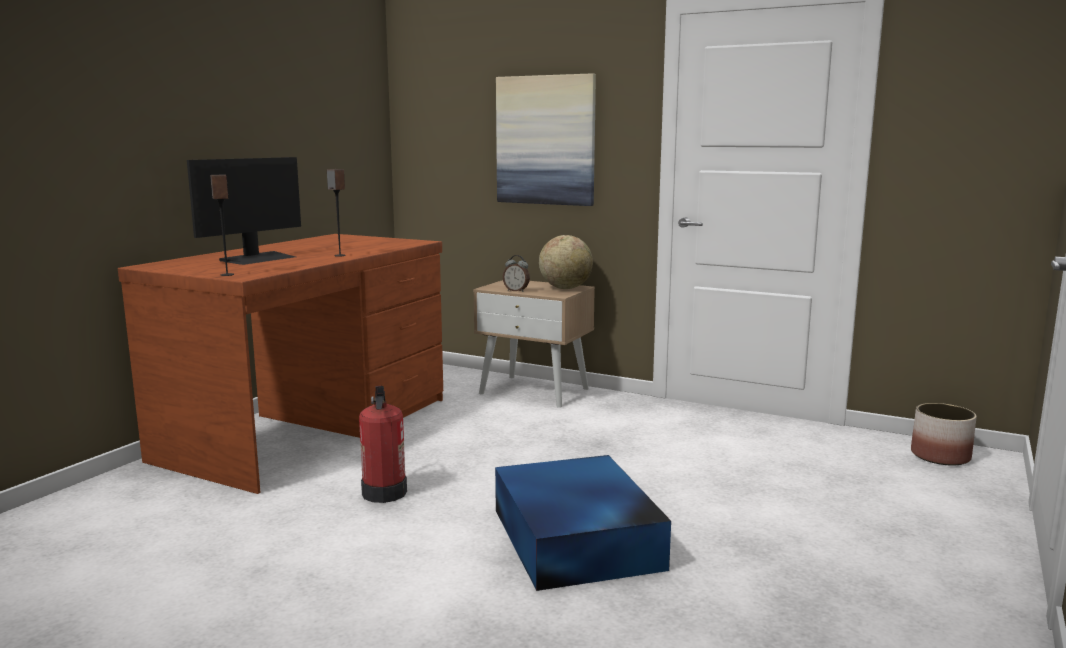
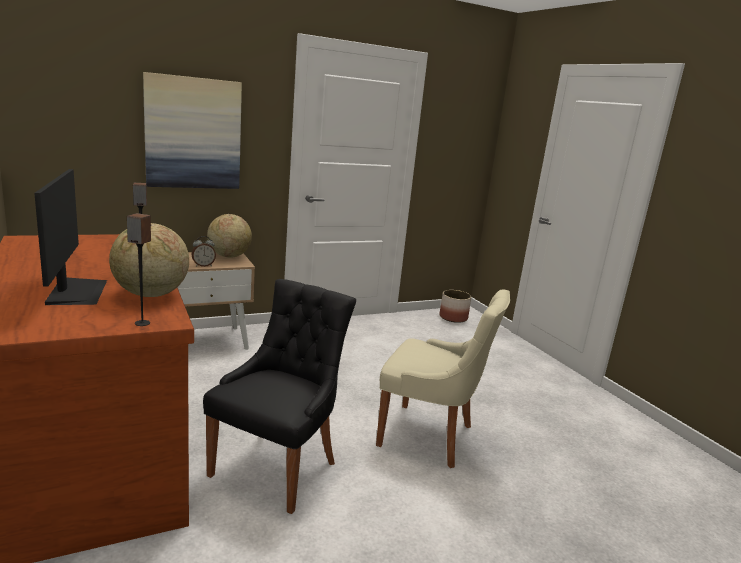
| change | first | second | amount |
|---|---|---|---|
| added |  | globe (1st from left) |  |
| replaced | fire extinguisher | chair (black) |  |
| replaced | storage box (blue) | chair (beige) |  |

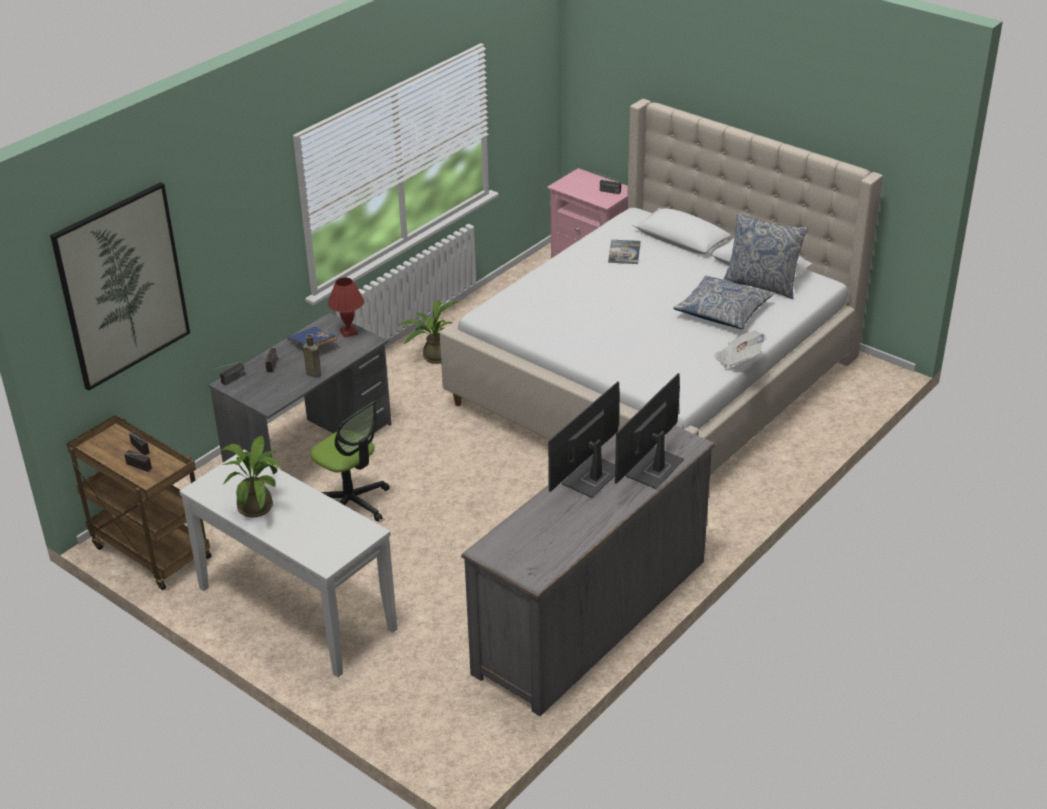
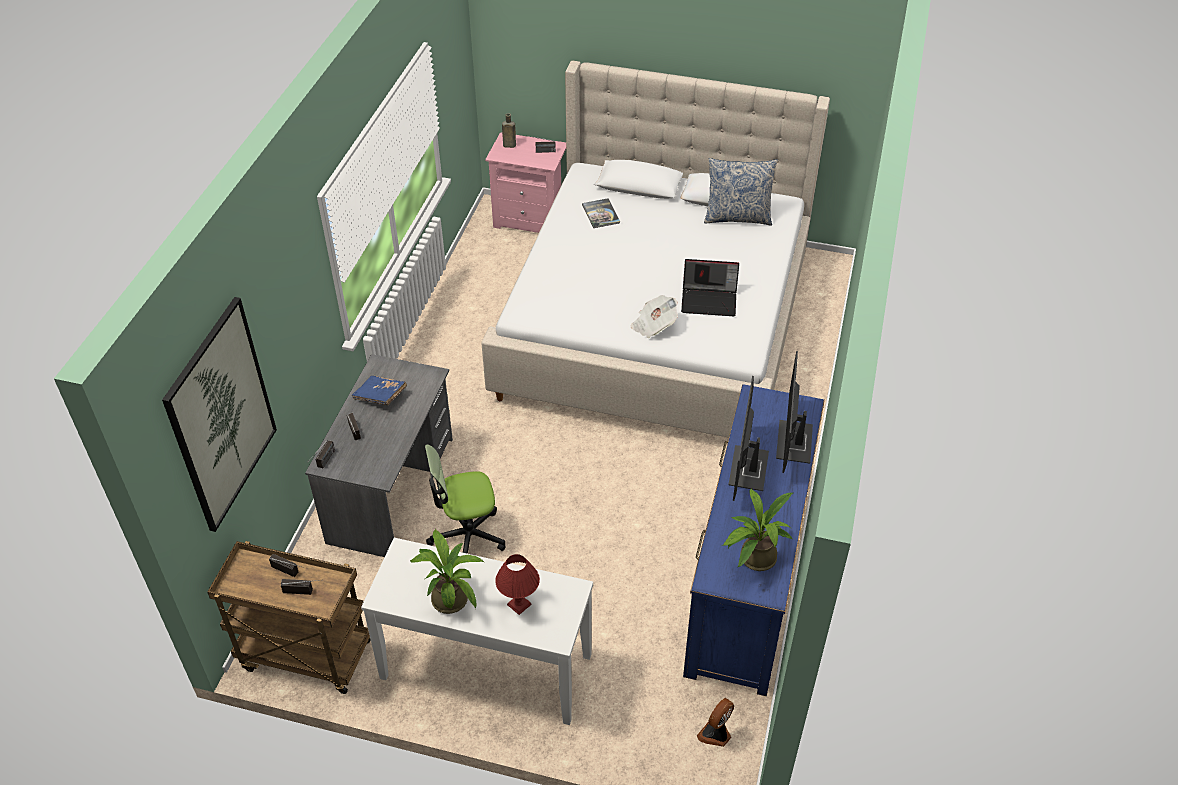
| change | first | second | amount |
|---|---|---|---|
| removed | pillow (1st from left) |  |  |
| added |  | laptop |  |
| added |  | fan |  |
| moved | bottle (brown) |  |  |
| moved | table lamp (red) |  |  |
| moved | potted plant (2nd from left) |  |  |
| moved | newspaper |  |  |
| recoloured | dresser (grey) | dresser (blue) |  |
| turned | office chair |  | 150 degrees clockwise |

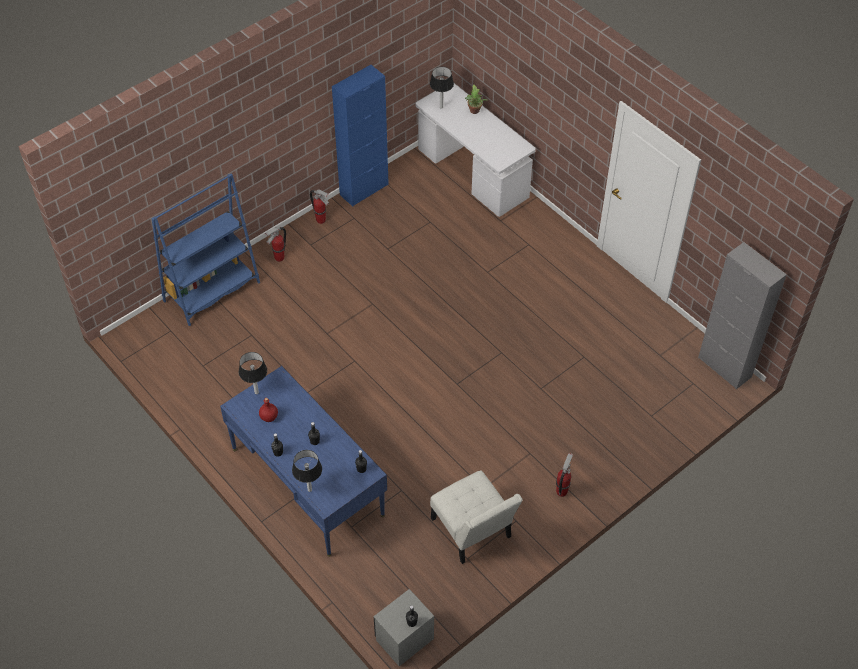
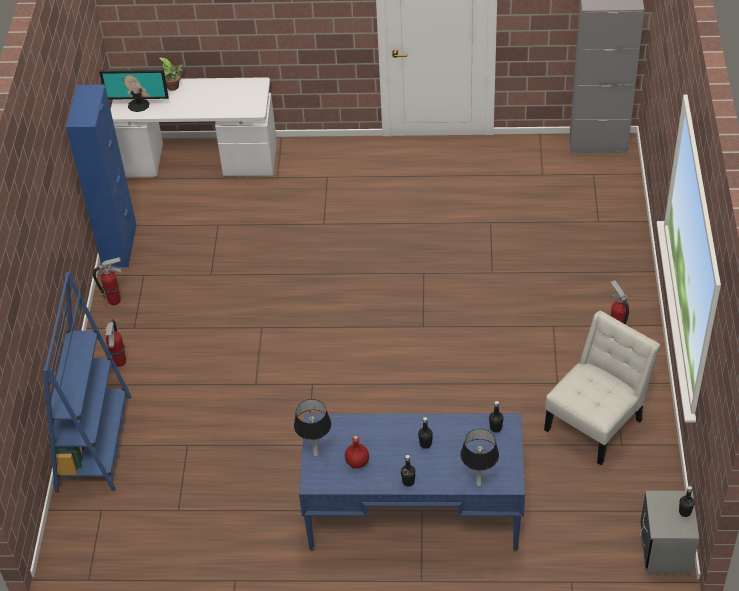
| change | first | second | amount |
|---|---|---|---|
| replaced | table lamp (3rd from left) | monitor |  |
| turned | chair (white) |  | 60 degrees counterclockwise |

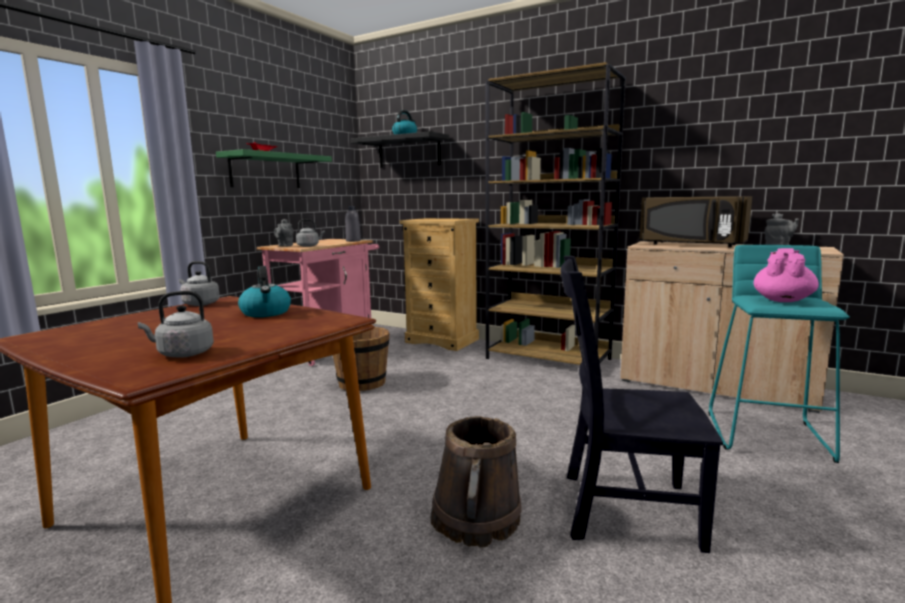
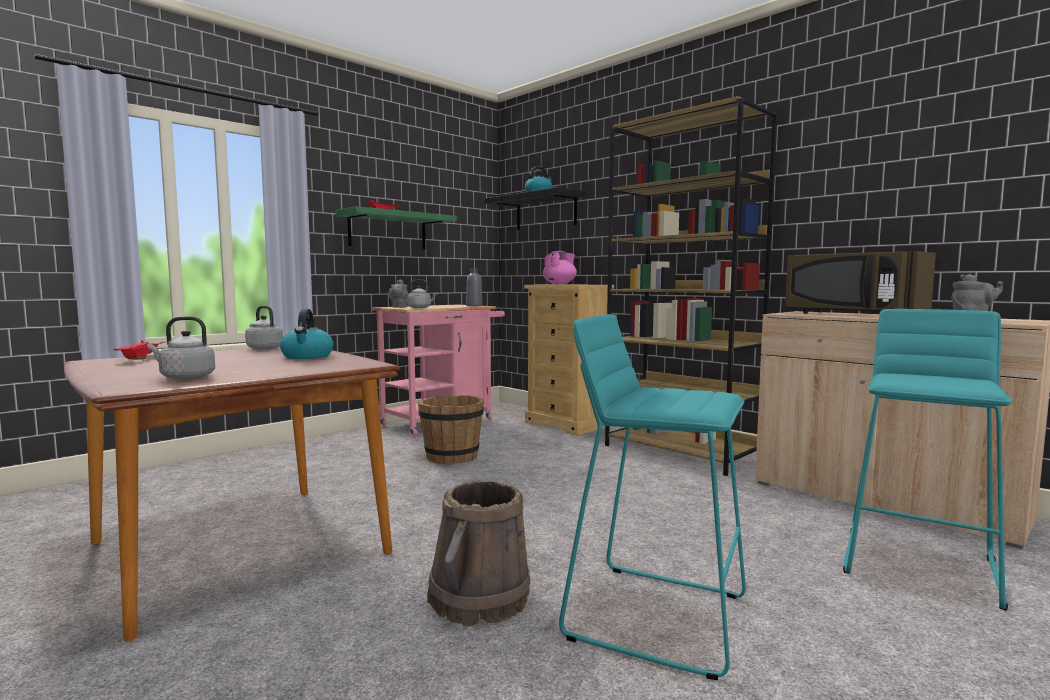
| change | first | second | amount |
|---|---|---|---|
| added |  | tray (red) (1st from left) |  |
| moved | teapot (pink) |  |  |
| replaced | chair (black) | stool (turquoise) (1st from left) |  |

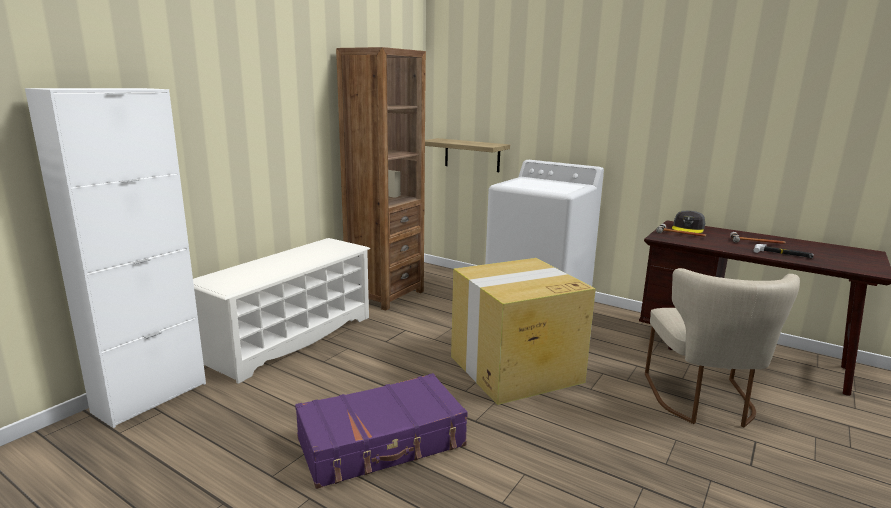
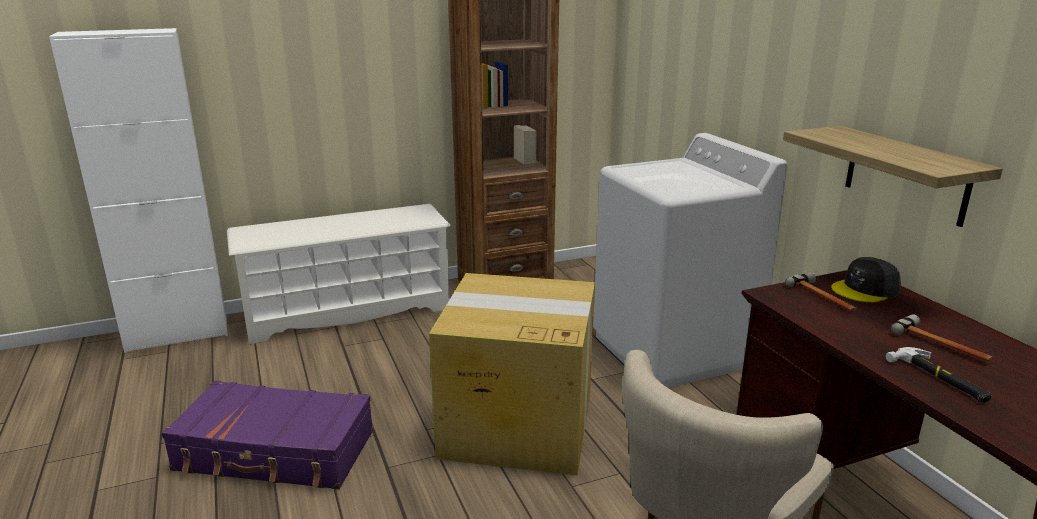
| change | first | second | amount |
|---|---|---|---|
| moved | shelf |  |  |

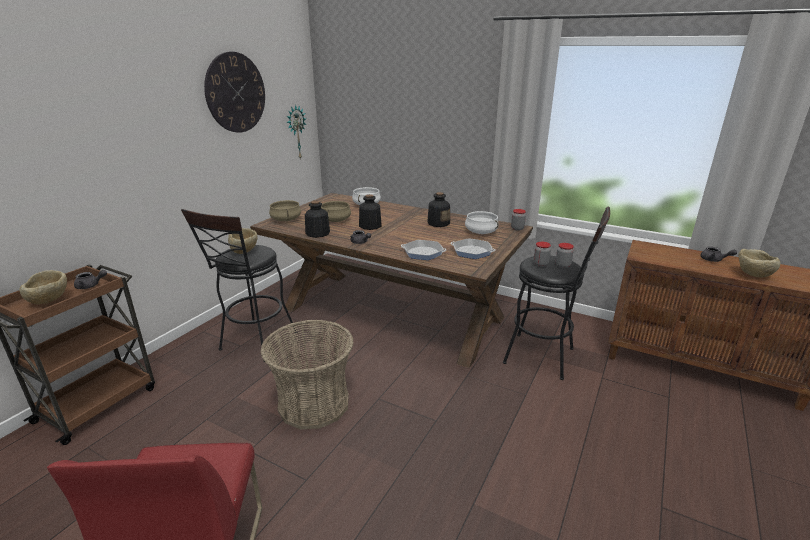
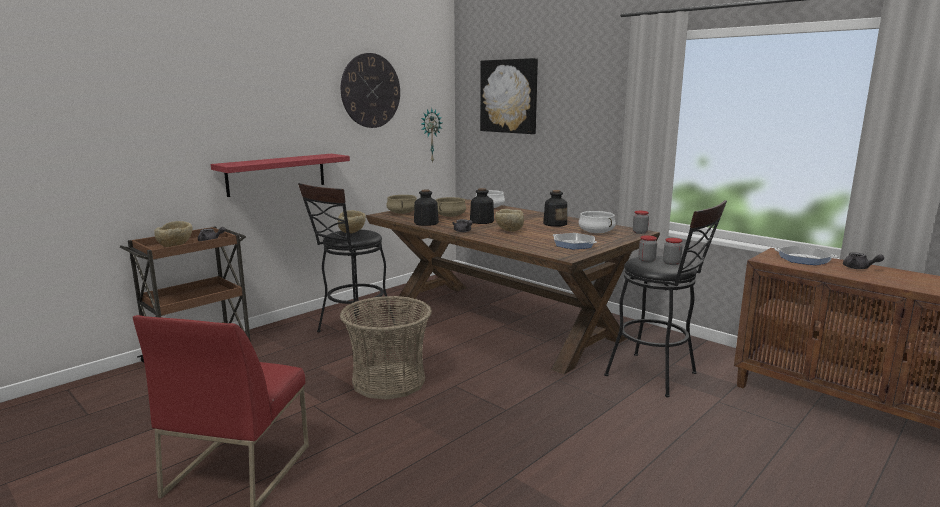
| change | first | second | amount |
|---|---|---|---|
| added |  | shelf (red) |  |
| added |  | picture |  |
| moved | frying pan (1st from left in the first image) | frying pan (2nd from left) |  |
| moved | bowl (beige) (3rd from left) |  |  |

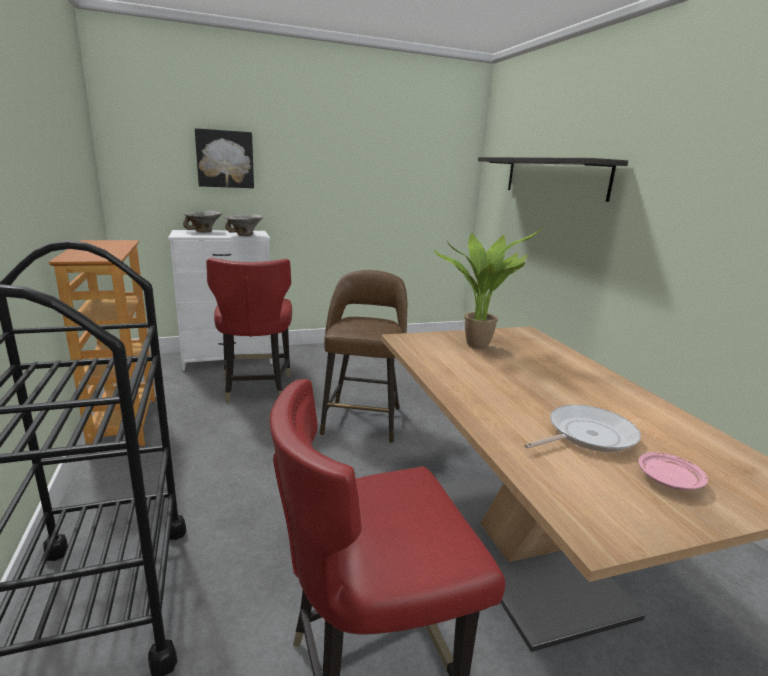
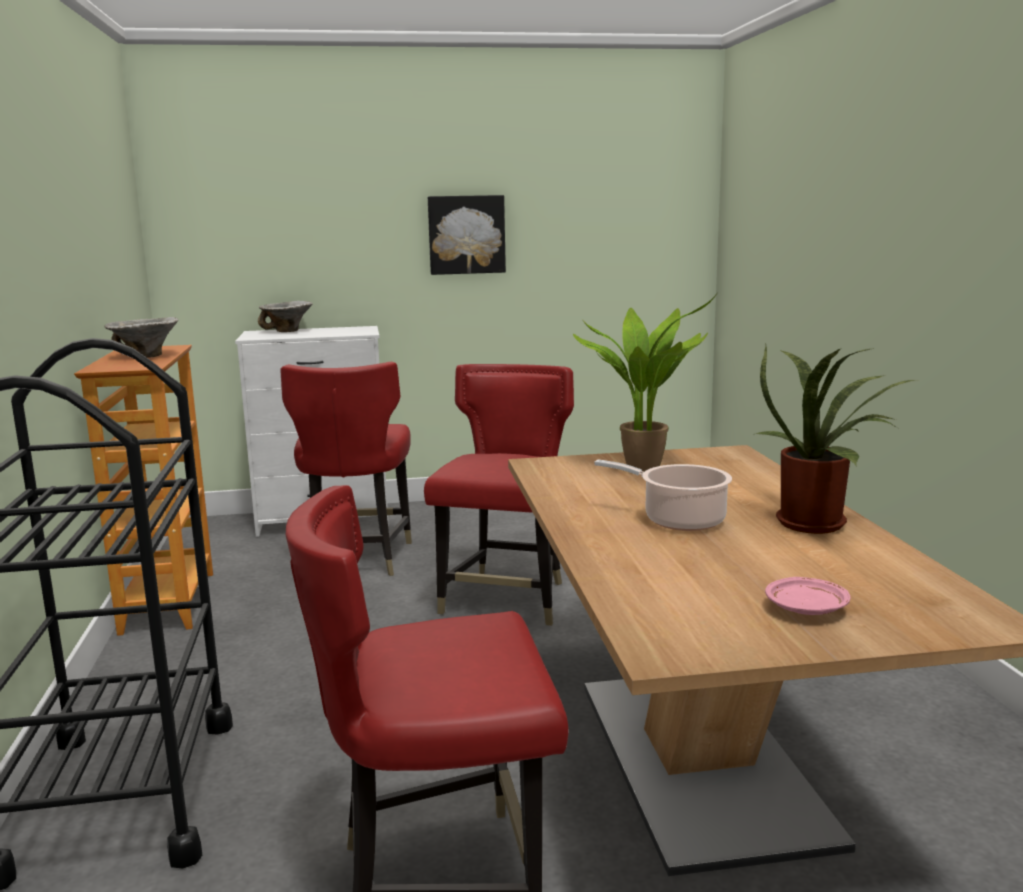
| change | first | second | amount |
|---|---|---|---|
| removed | shelf |  |  |
| removed | frying pan |  |  |
| added |  | cooking pot |  |
| added |  | potted plant (2nd from left) |  |
| moved | picture |  |  |
| moved | bowl (2nd from left in the first image) | bowl (1st from left) |  |
| replaced | stool (brown) | chair (red) (3rd from left) |  |

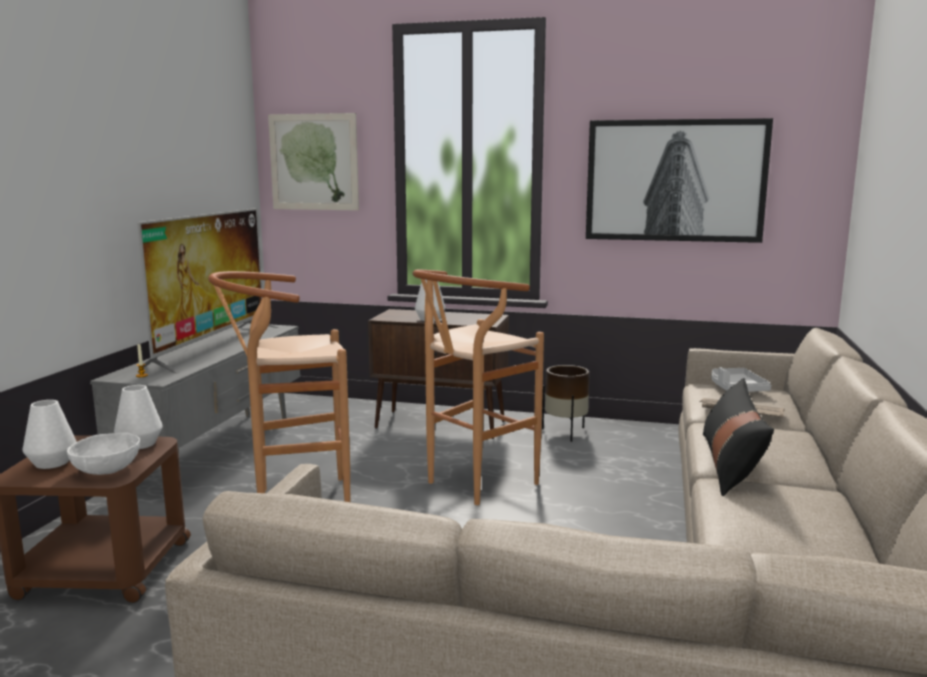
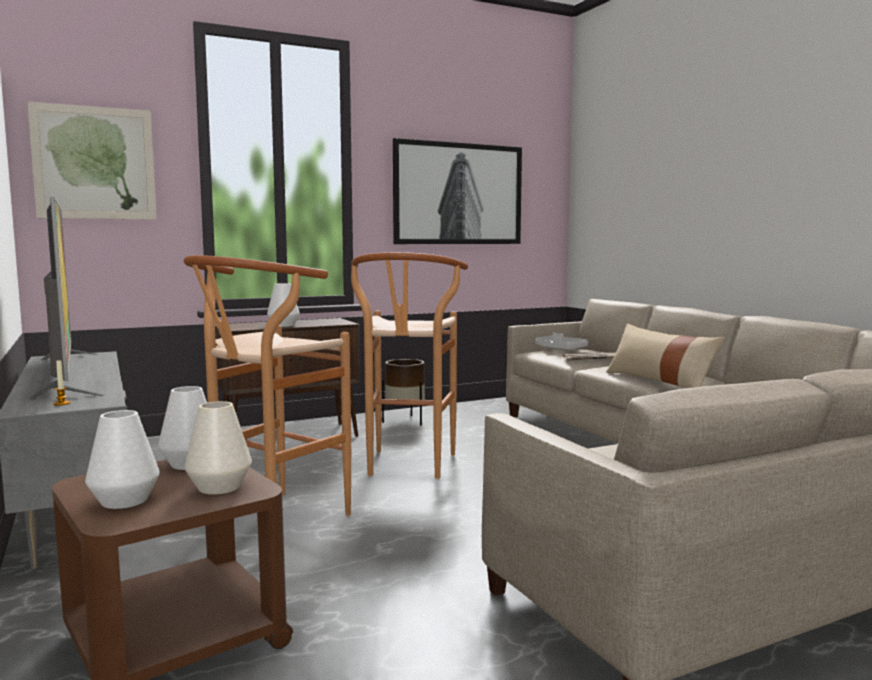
| change | first | second | amount |
|---|---|---|---|
| replaced | bowl (white) | vase (white) (3rd from left) |  |
| recoloured | pillow (black) | pillow (beige) |  |

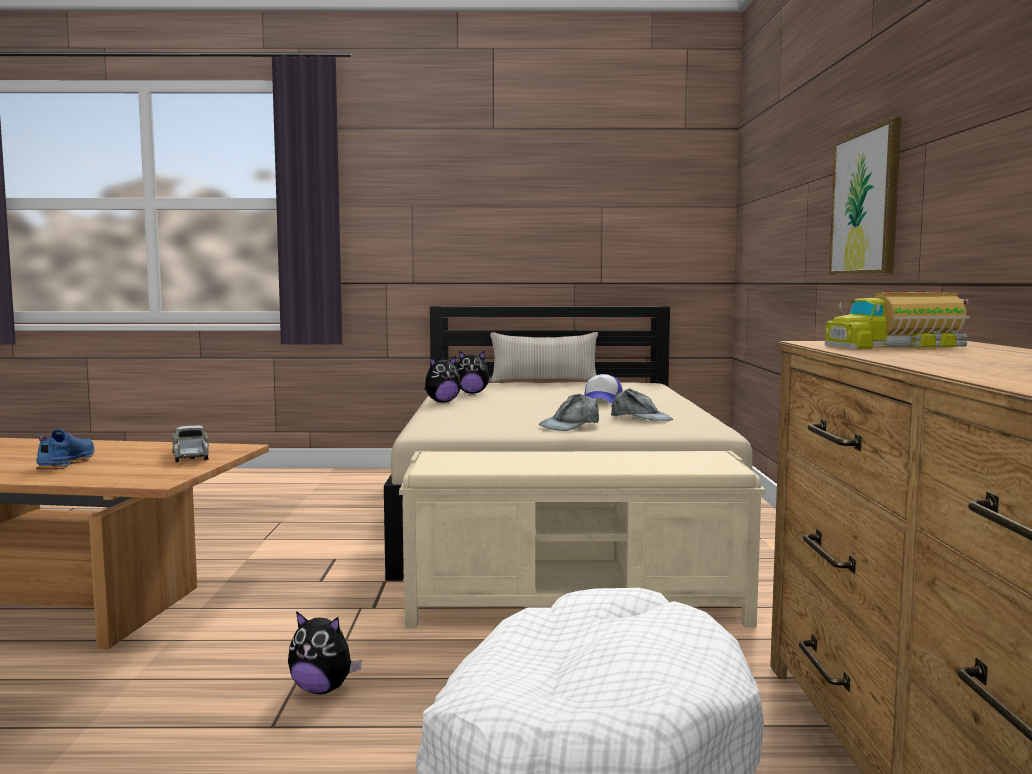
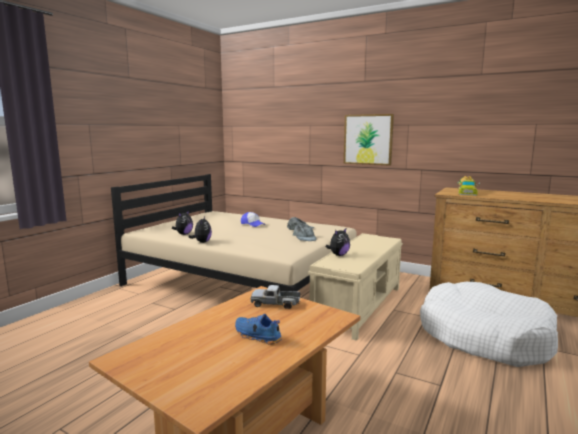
| change | first | second | amount |
|---|---|---|---|
| removed | pillow (beige) |  |  |
| moved | plush toy (1st from left in the first image) | plush toy (3rd from left) |  |

